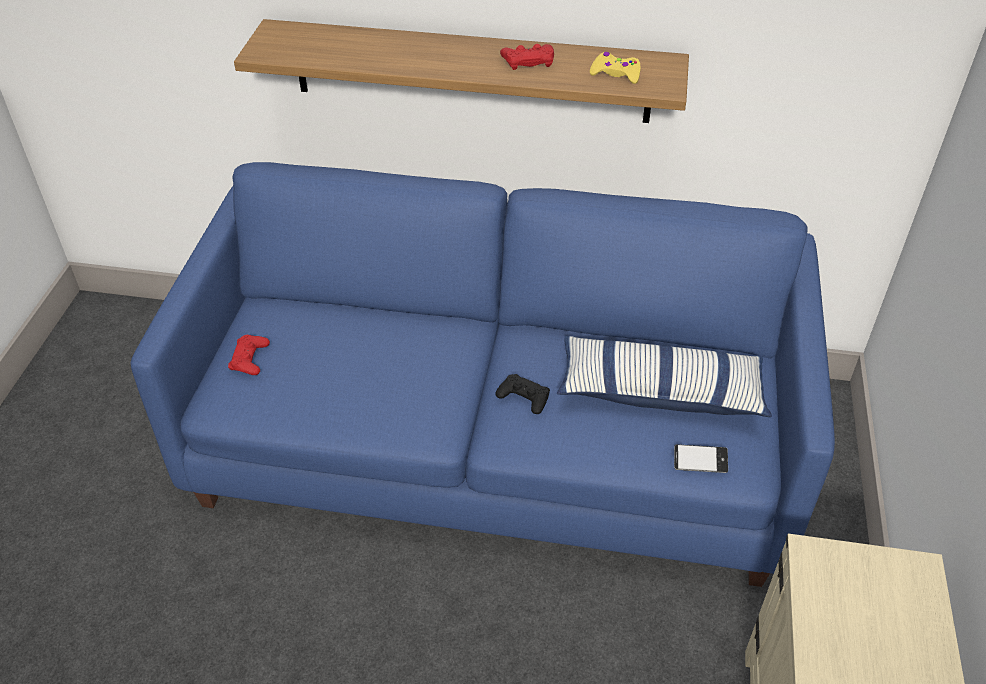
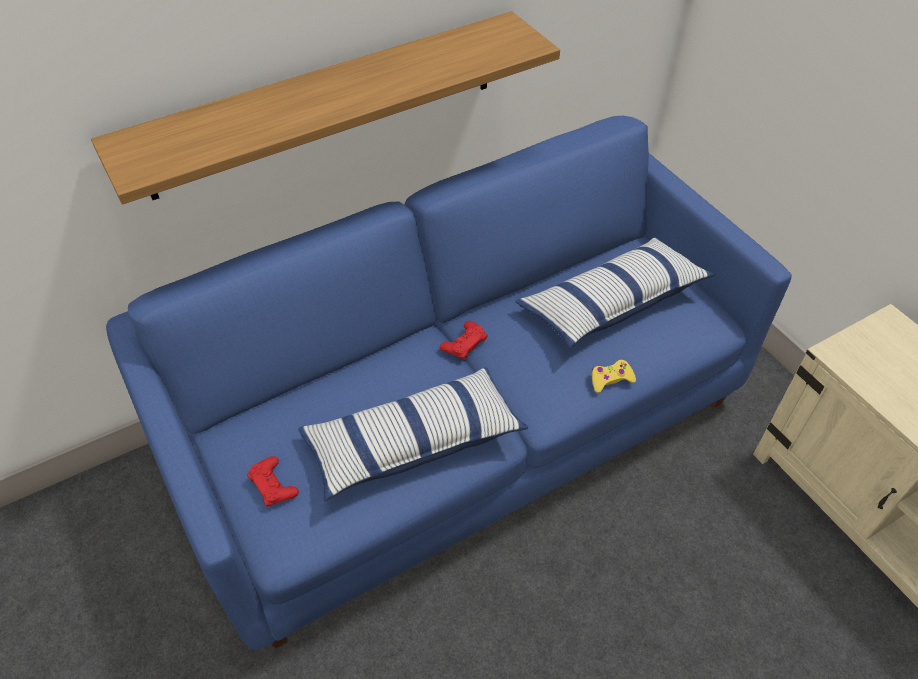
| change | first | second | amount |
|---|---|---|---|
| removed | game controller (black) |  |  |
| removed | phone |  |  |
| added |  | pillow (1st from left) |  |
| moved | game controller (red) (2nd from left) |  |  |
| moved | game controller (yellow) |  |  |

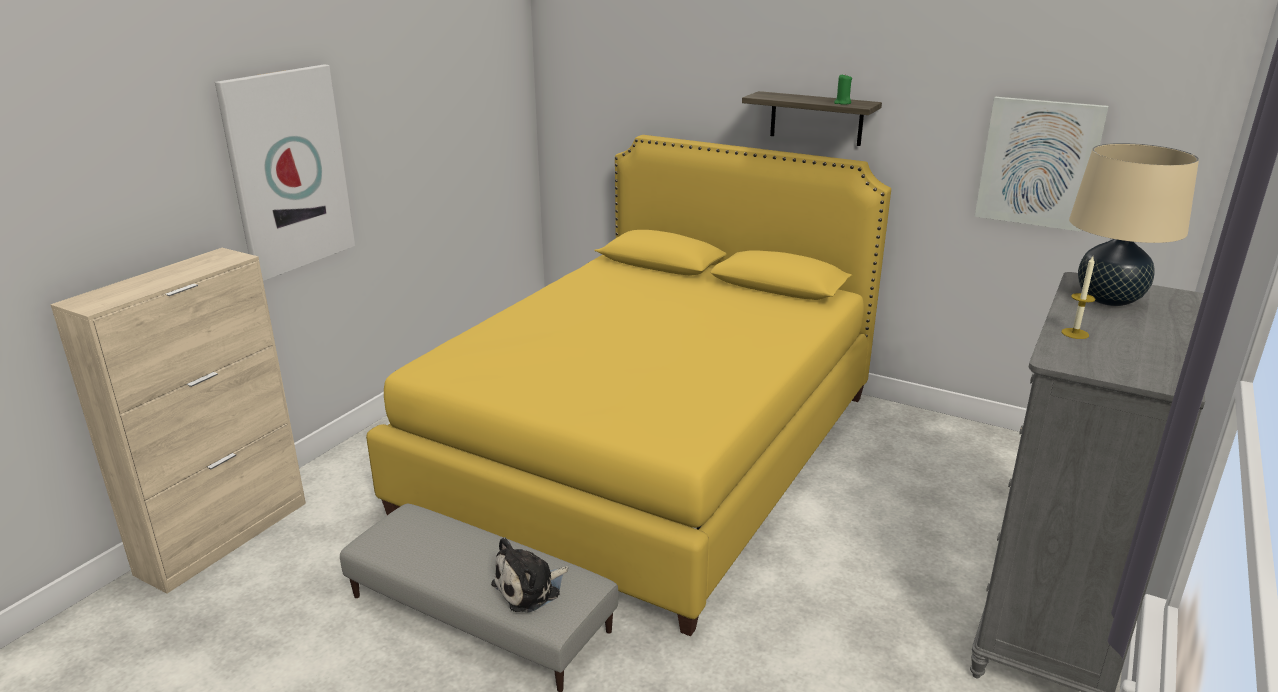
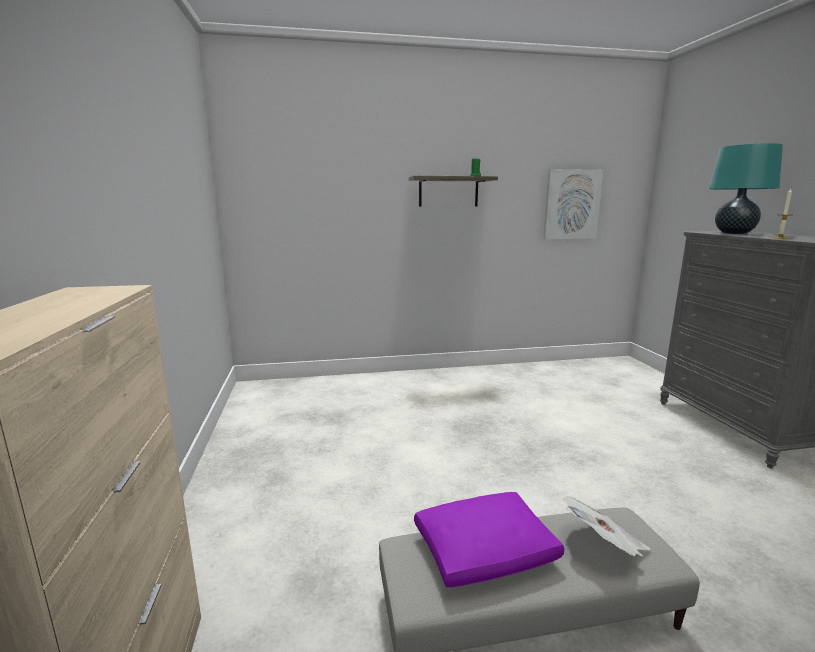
| change | first | second | amount |
|---|---|---|---|
| removed | picture (1st from left) |  |  |
| removed | bed (yellow) |  |  |
| added |  | pillow (purple) |  |
| replaced | plush toy | newspaper |  |
| recoloured | table lamp (beige) | table lamp (turquoise) |  |

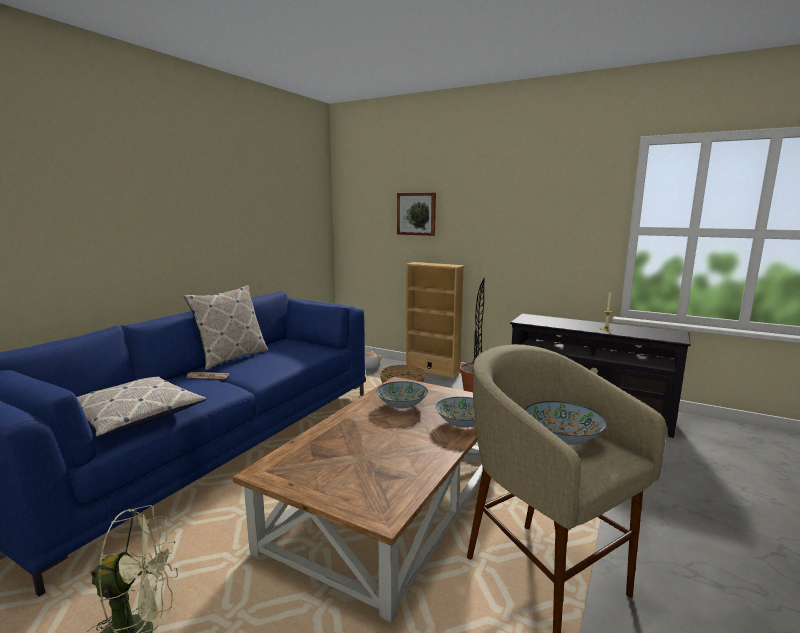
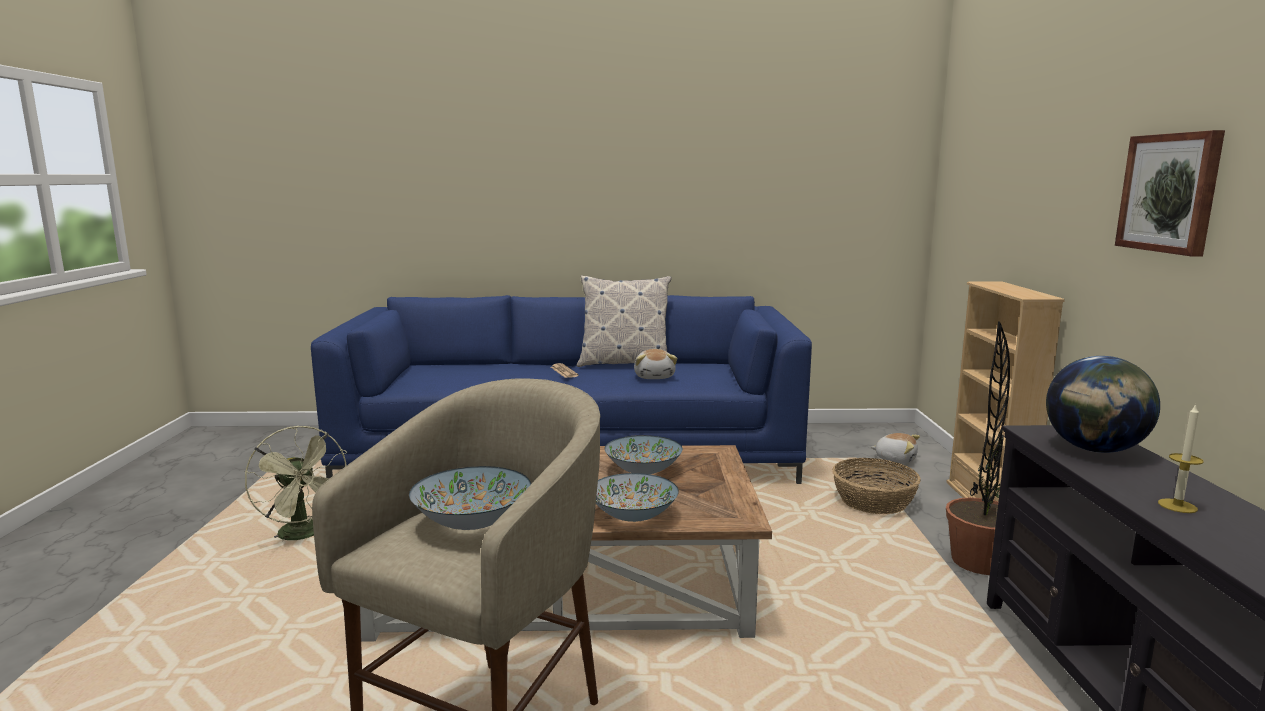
| change | first | second | amount |
|---|---|---|---|
| removed | pillow (1st from left) |  |  |
| added |  | plush toy (1st from left) |  |
| added |  | globe |  |
| moved | picture |  |  |

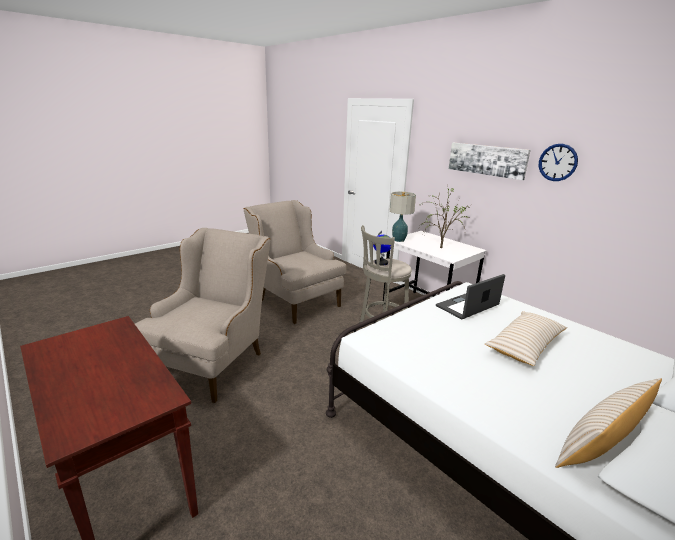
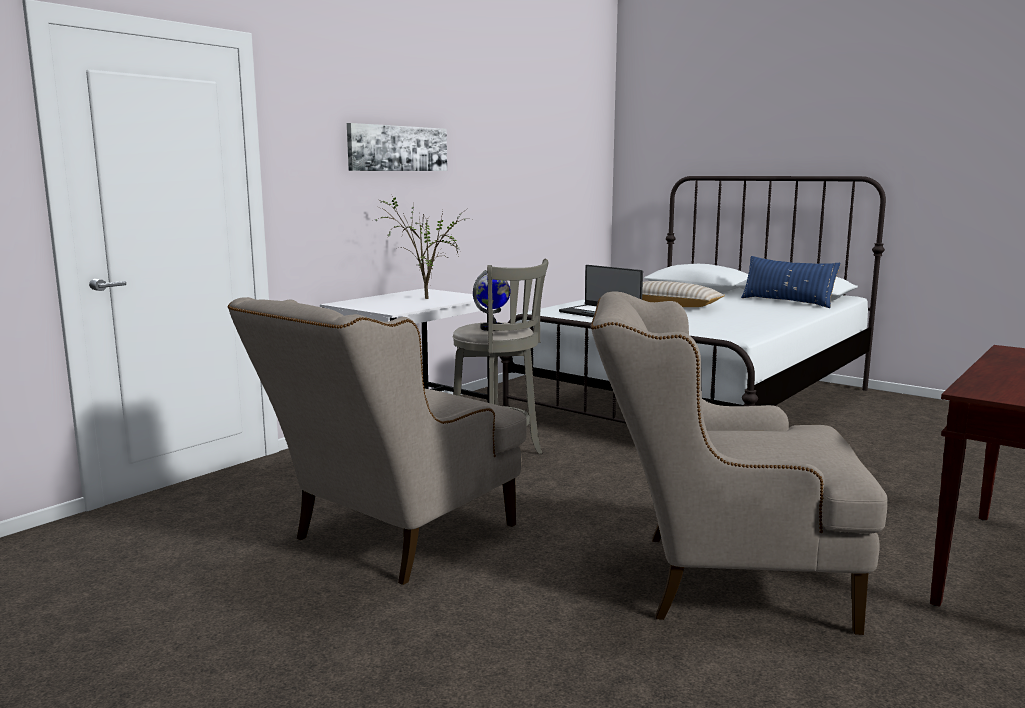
| change | first | second | amount |
|---|---|---|---|
| removed | table lamp |  |  |
| removed | wall clock |  |  |
| recoloured | pillow (beige) (2nd from left) | pillow (blue) |  |

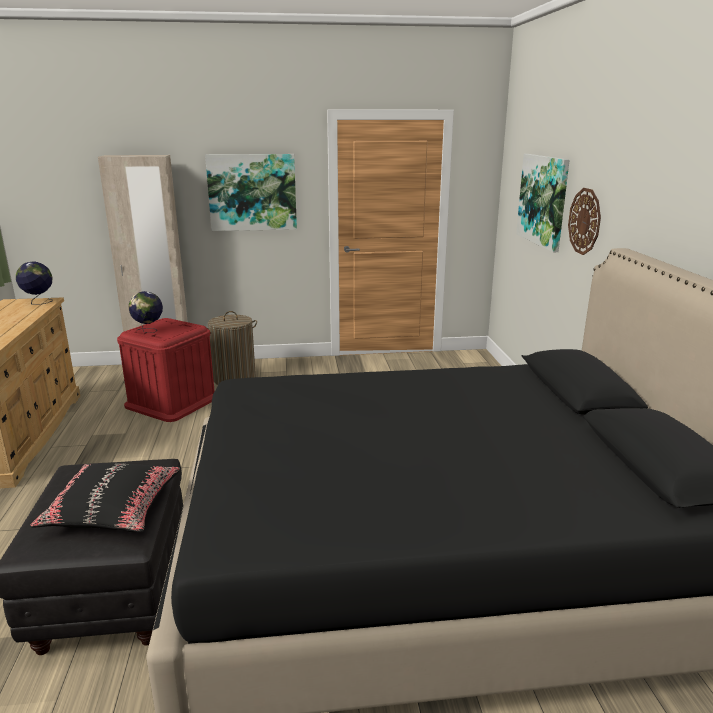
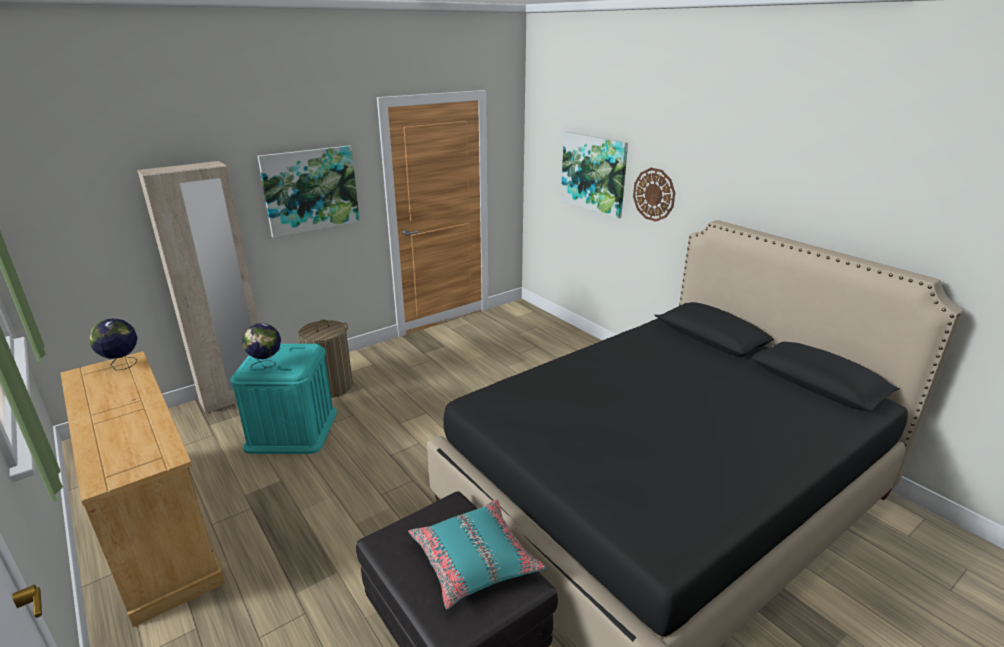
| change | first | second | amount |
|---|---|---|---|
| recoloured | pillow (black) | pillow (turquoise) |  |
| recoloured | storage box (red) | storage box (turquoise) |  |

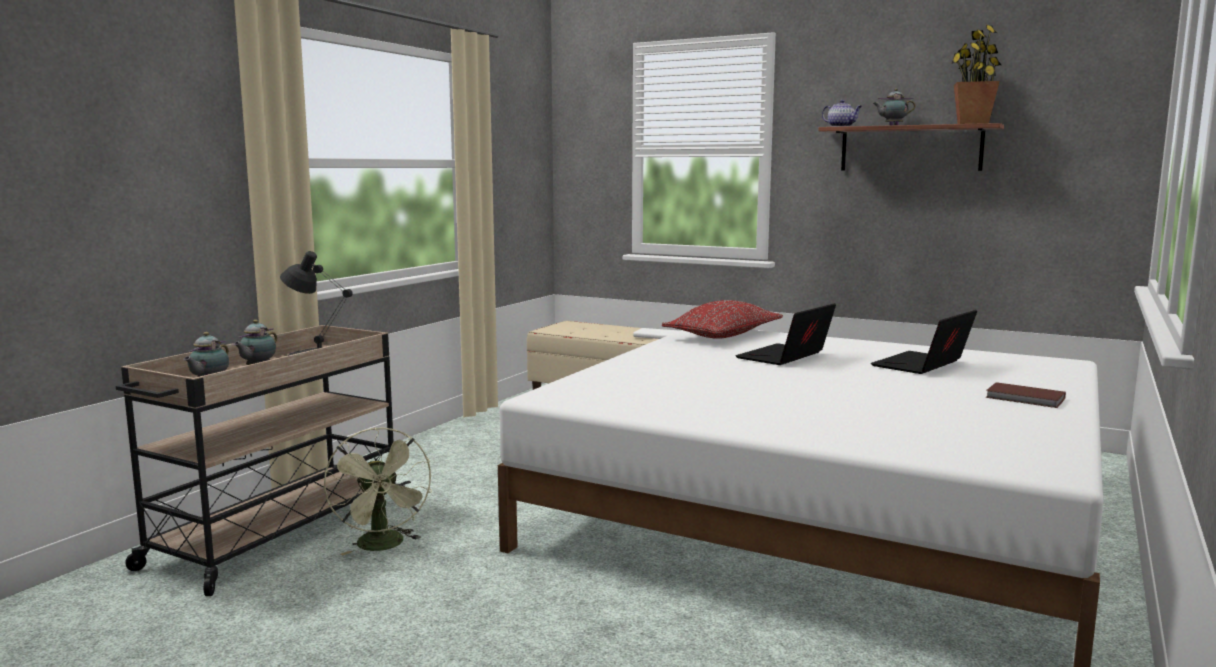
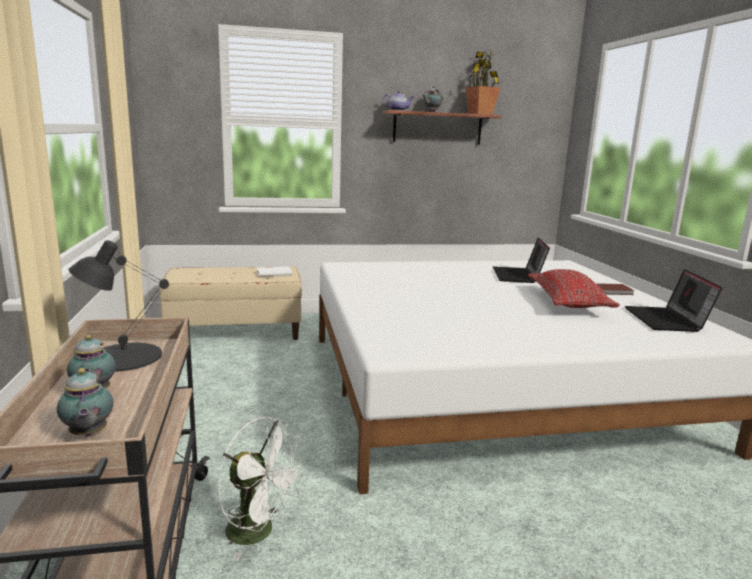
| change | first | second | amount |
|---|---|---|---|
| moved | pillow (red) |  |  |
| moved | laptop (1st from left in the first image) | laptop (2nd from left) |  |
| recoloured | fan (green) | fan (white) |  |

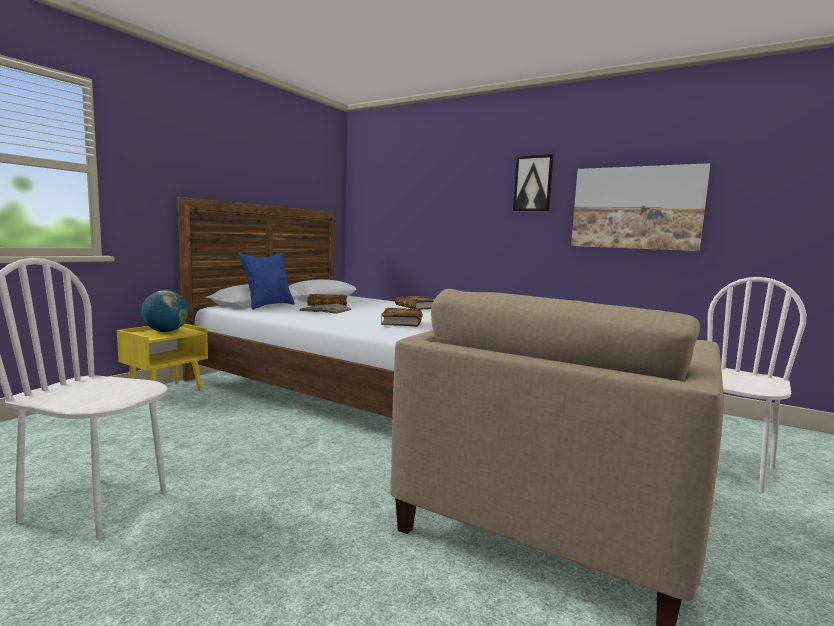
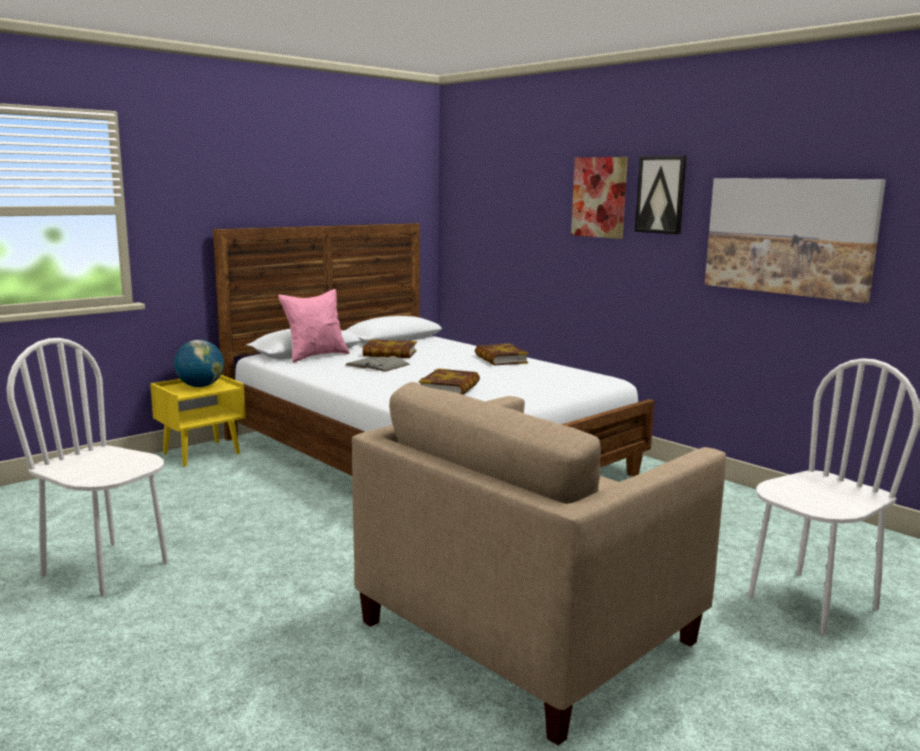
| change | first | second | amount |
|---|---|---|---|
| added |  | picture (1st from left) |  |
| recoloured | pillow (blue) | pillow (pink) |  |

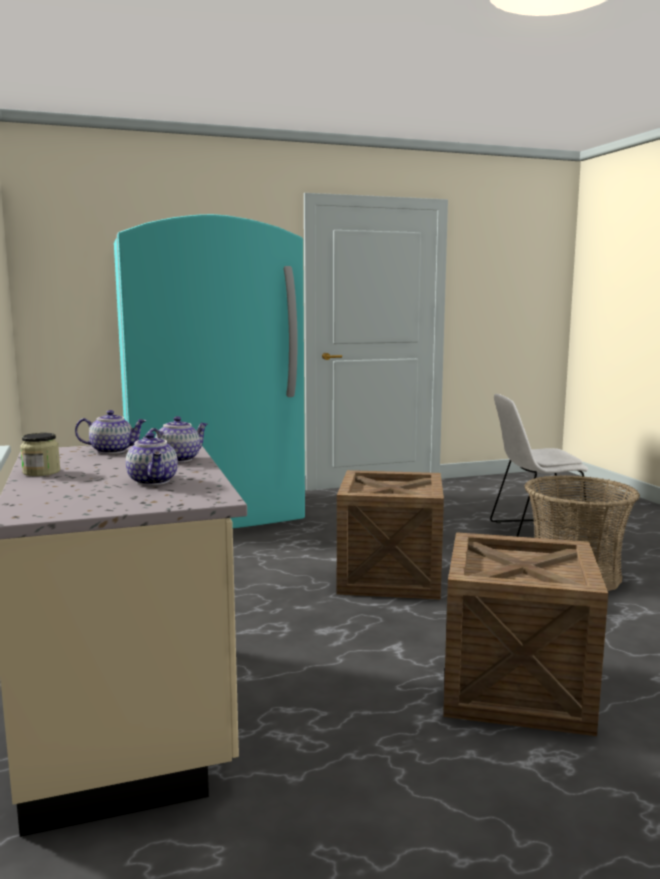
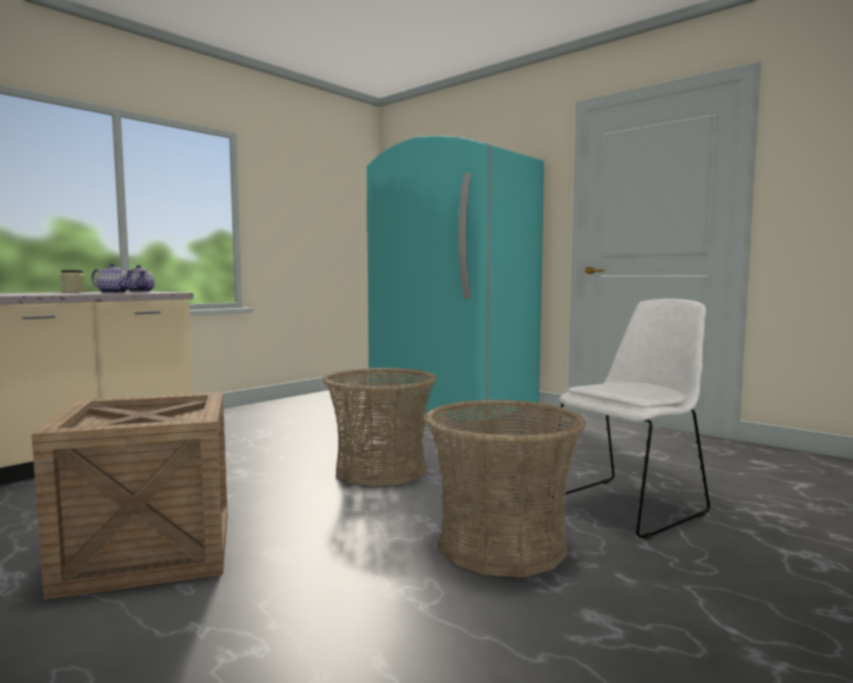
| change | first | second | amount |
|---|---|---|---|
| removed | teapot (2nd from left) |  |  |
| replaced | crate (1st from left) | basket (1st from left) |  |
| turned | chair (white) |  | 90 degrees clockwise |

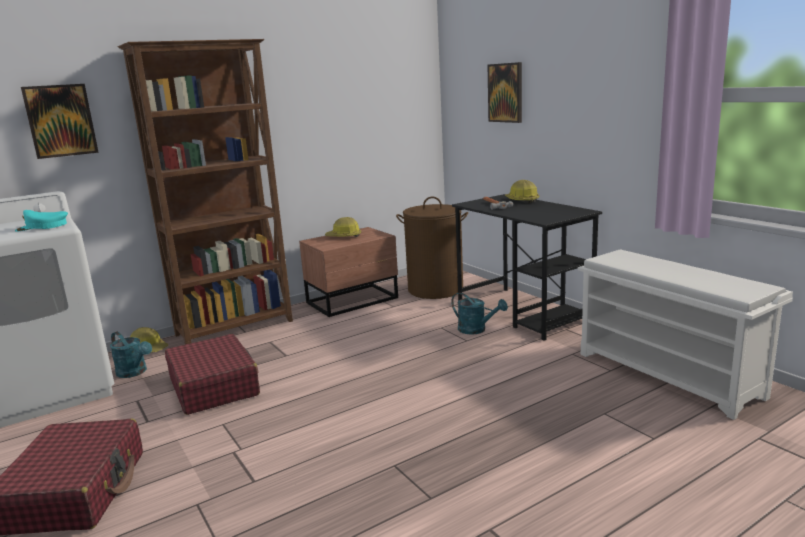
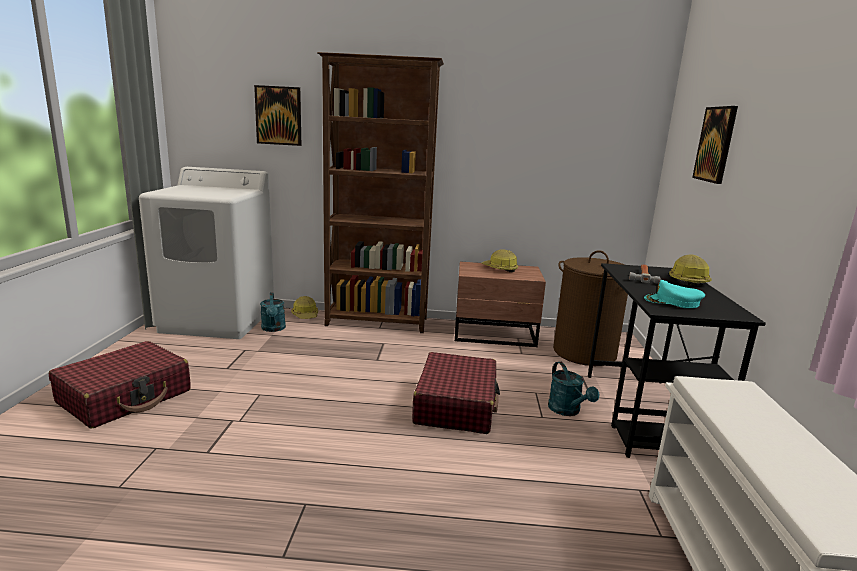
| change | first | second | amount |
|---|---|---|---|
| moved | cap (turquoise) |  |  |
| moved | suitcase (red) (2nd from left) |  |  |

